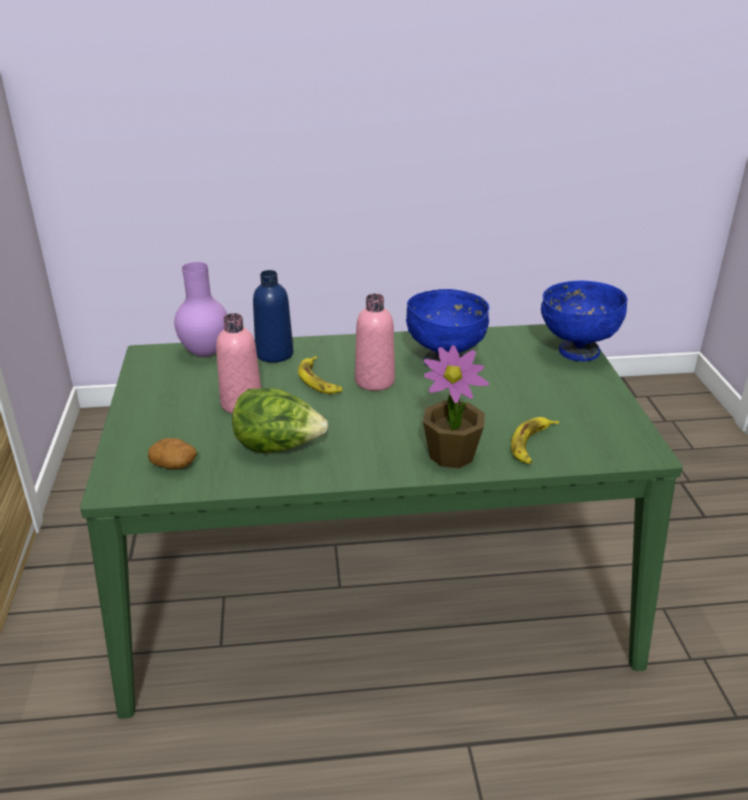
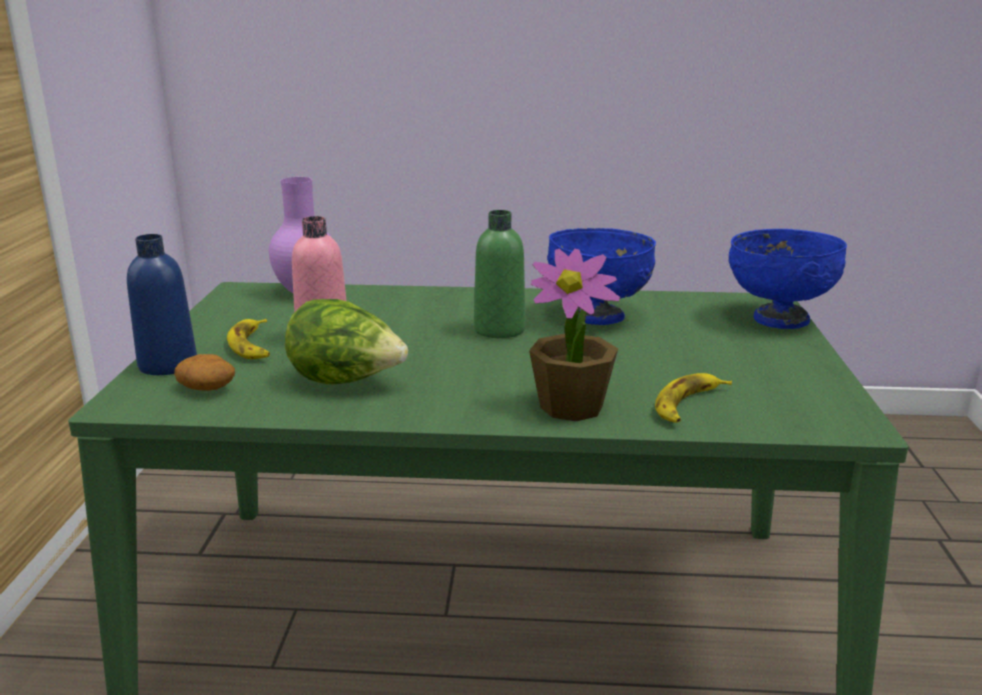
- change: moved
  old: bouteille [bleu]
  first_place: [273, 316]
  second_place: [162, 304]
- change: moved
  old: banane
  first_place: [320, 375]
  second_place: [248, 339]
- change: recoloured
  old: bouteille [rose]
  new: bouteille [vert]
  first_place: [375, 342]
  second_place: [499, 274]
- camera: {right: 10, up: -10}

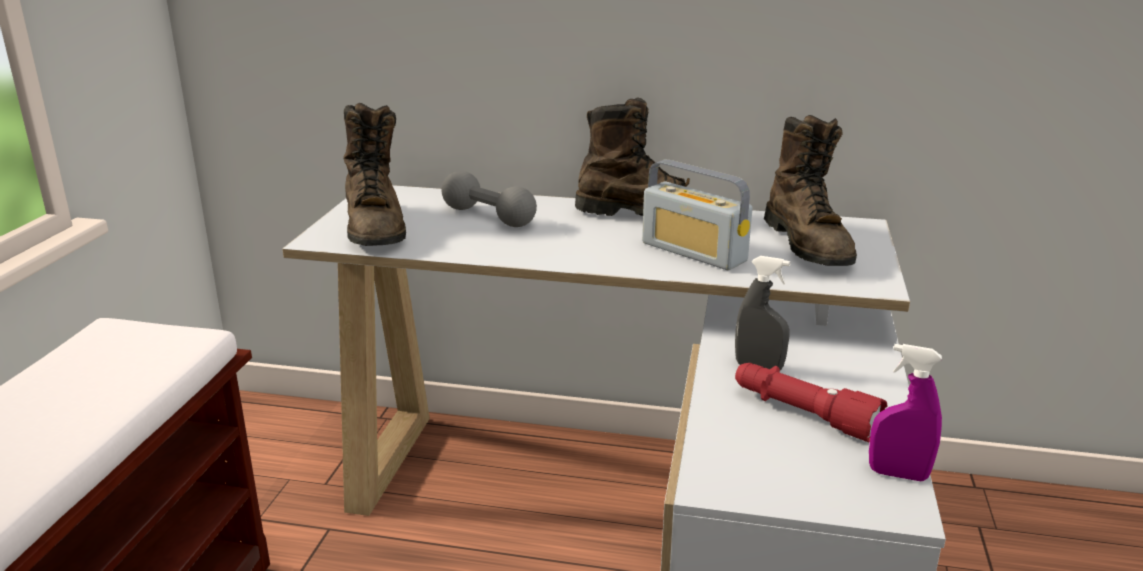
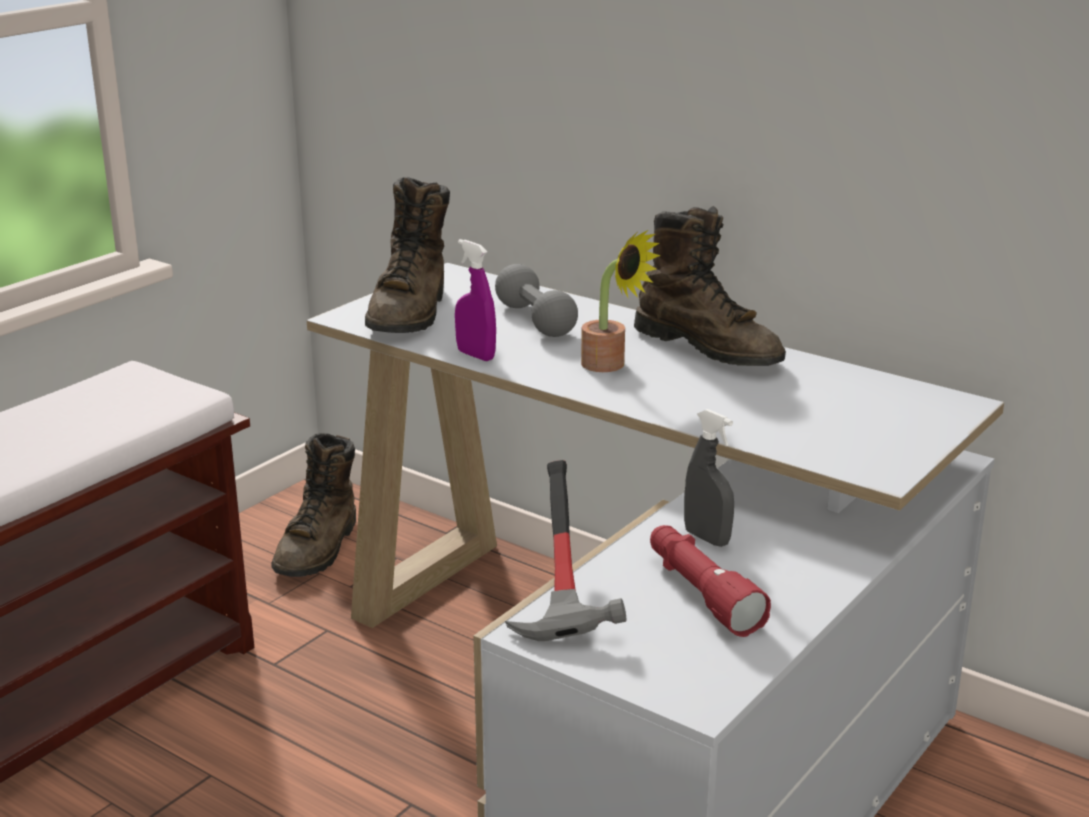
- change: removed
  old: radio
  first_place: [697, 214]
- change: moved
  old: botte [marron]
  first_place: [810, 190]
  second_place: [314, 505]
- change: moved
  old: vaporisateur [violet]
  first_place: [905, 412]
  second_place: [475, 300]
- change: added
  new: marteau
  second_place: [565, 550]
- change: added
  new: plante en pot
  second_place: [621, 301]
- camera: {right: 25, up: 0}

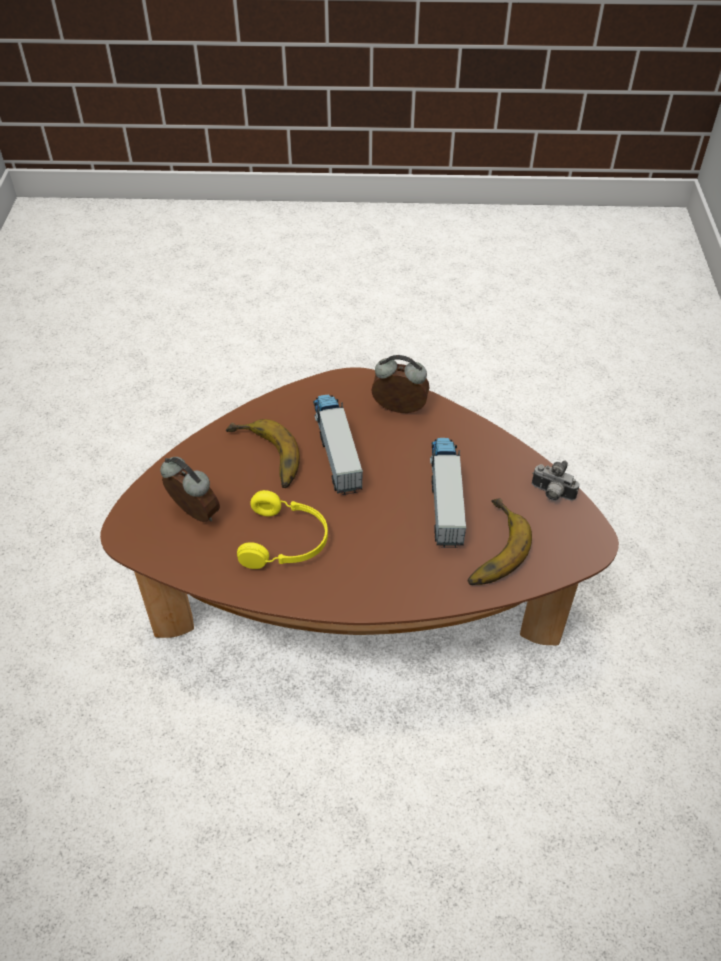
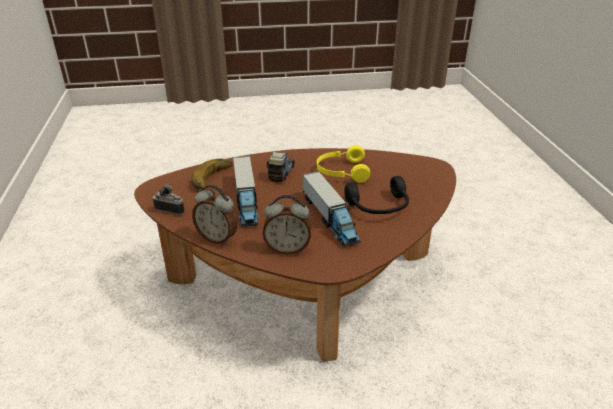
- change: moved
  old: réveil
  first_place: [190, 489]
  second_place: [215, 215]
- change: replaced
  old: banane
  new: casque audio [noir]
  first_place: [263, 453]
  second_place: [376, 195]
- change: added
  new: camion jouet
  second_place: [280, 166]
- camera: {right: 170, up: -15}

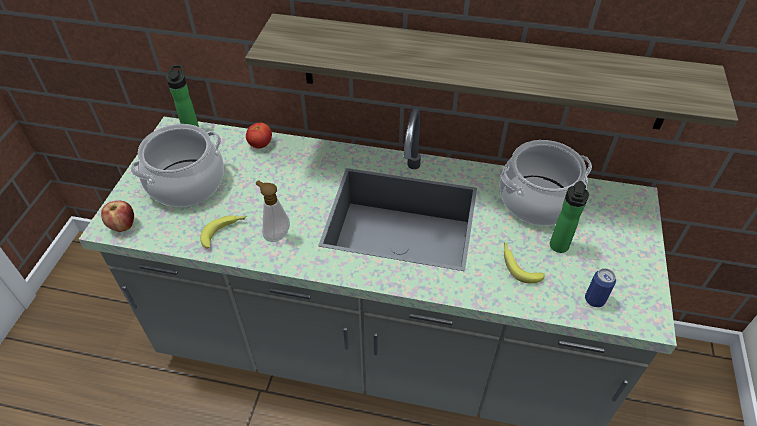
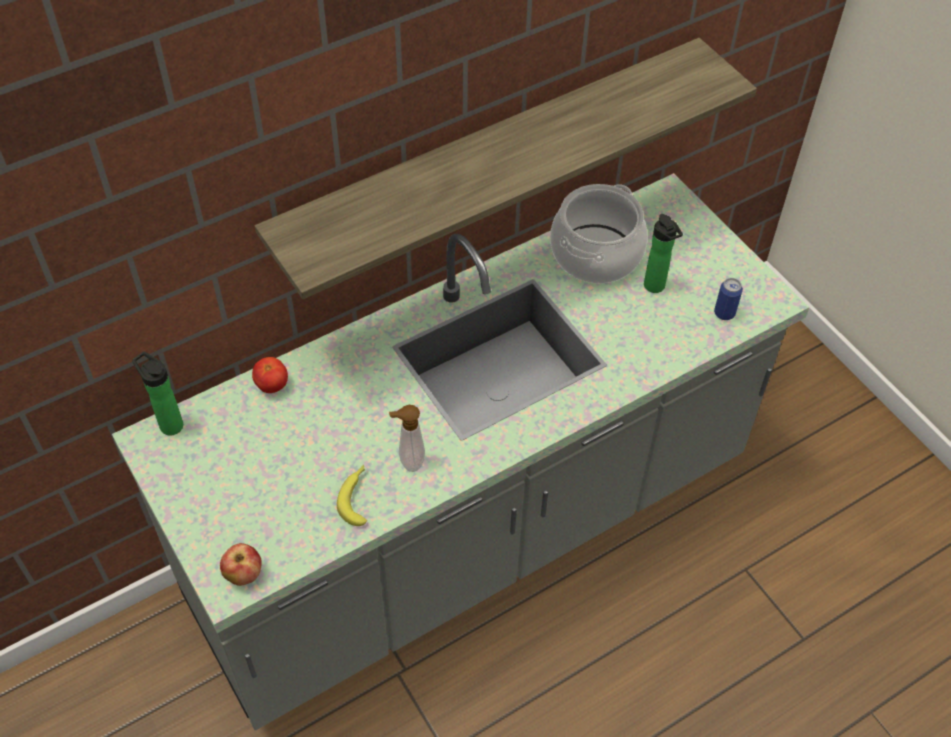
- change: removed
  old: marmite
  first_place: [177, 165]
- change: removed
  old: banane
  first_place: [524, 263]
- camera: {right: -45, up: 5}

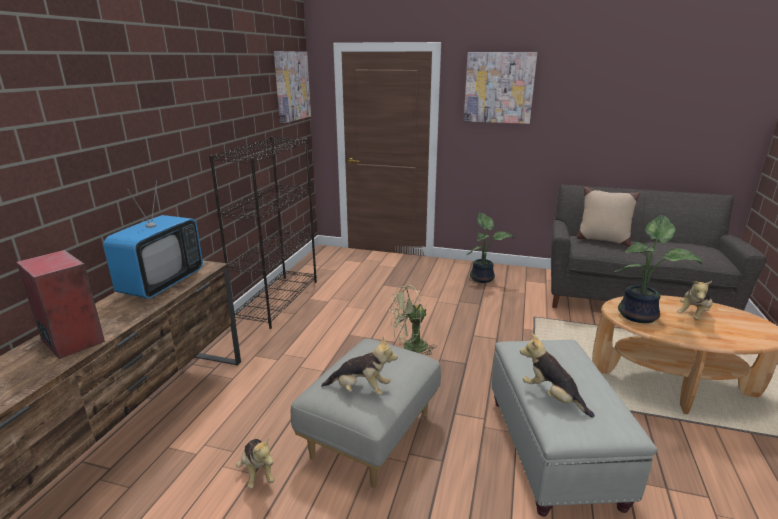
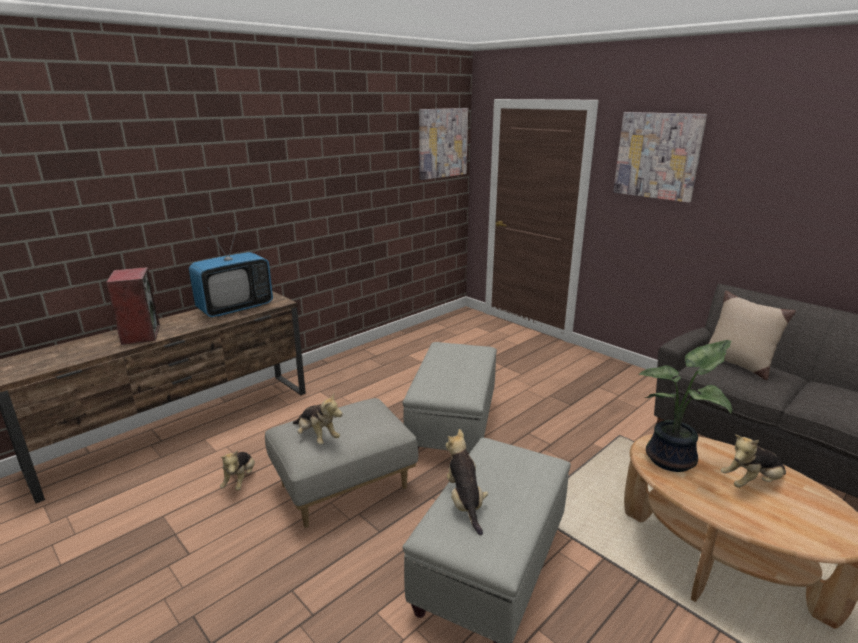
- change: removed
  old: bibliothèque [noir]
  first_place: [263, 233]
- change: replaced
  old: ventilateur [vert]
  new: pouf [gris]
  first_place: [413, 320]
  second_place: [450, 398]
- change: removed
  old: plante en pot
  first_place: [490, 248]
- camera: {right: 30, up: 0}

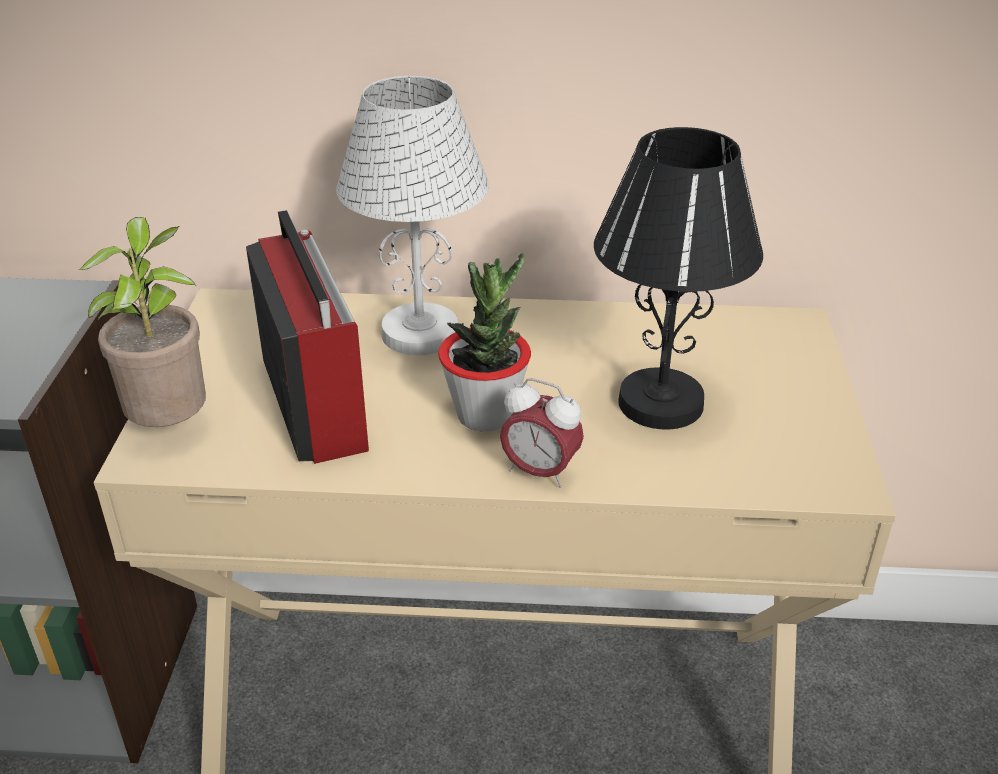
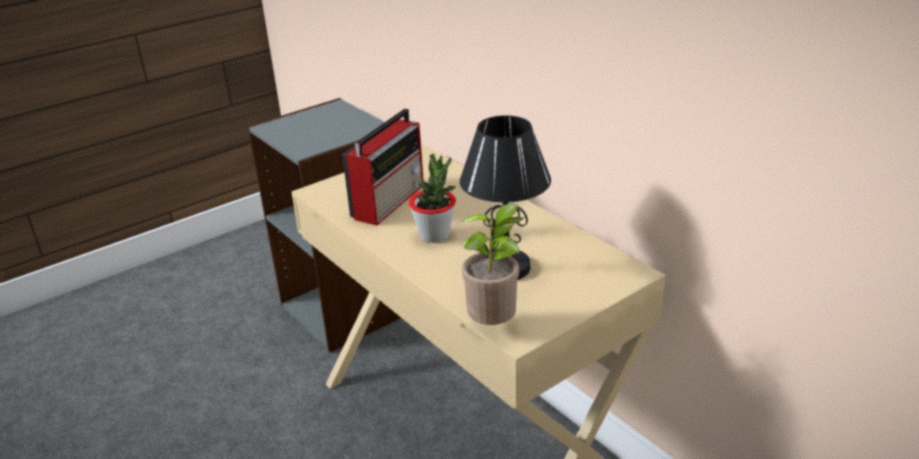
- change: moved
  old: plante en pot
  first_place: [142, 322]
  second_place: [492, 264]
- change: removed
  old: lampe de table [blanc]
  first_place: [412, 215]
- change: removed
  old: réveil
  first_place: [542, 433]
- camera: {right: 50, up: -5}

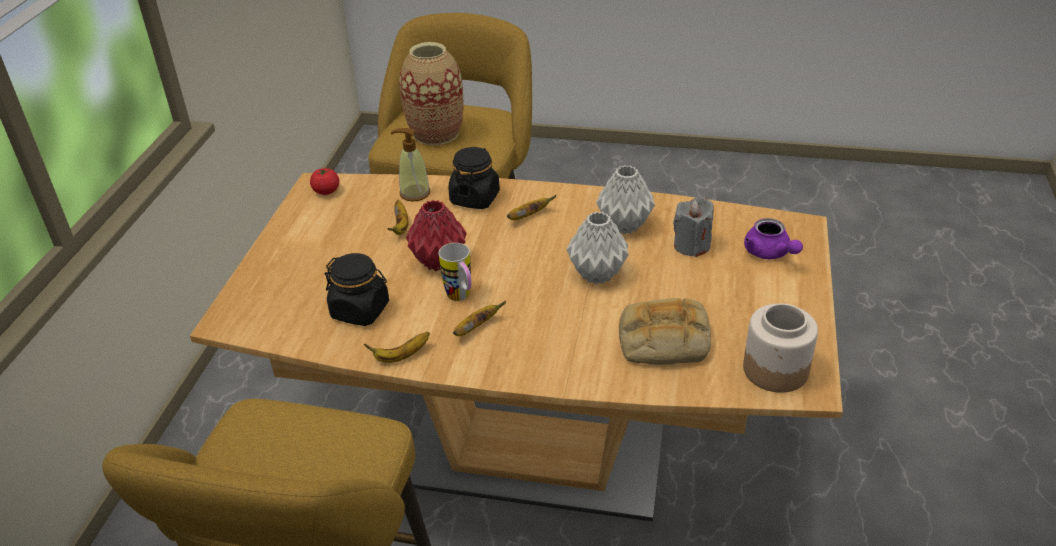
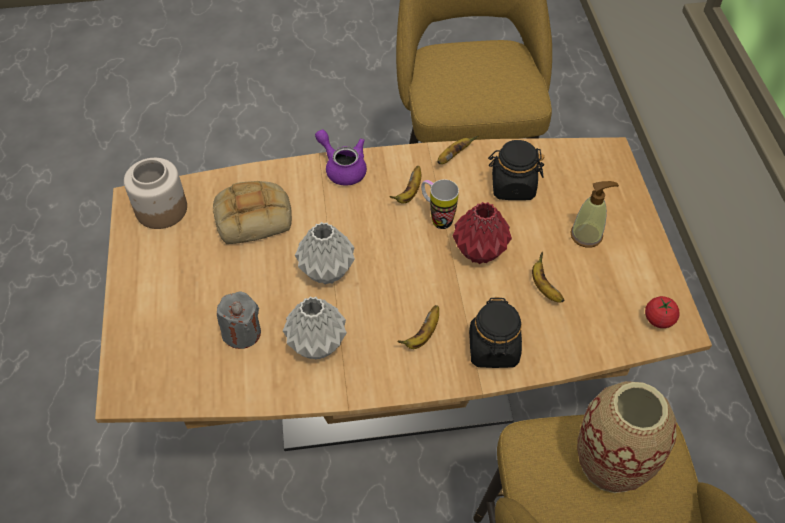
- change: moved
  old: distributeur de savon
  first_place: [410, 164]
  second_place: [594, 214]
- change: moved
  old: théière [violet]
  first_place: [773, 238]
  second_place: [341, 158]
- camera: {right: 160, up: 15}

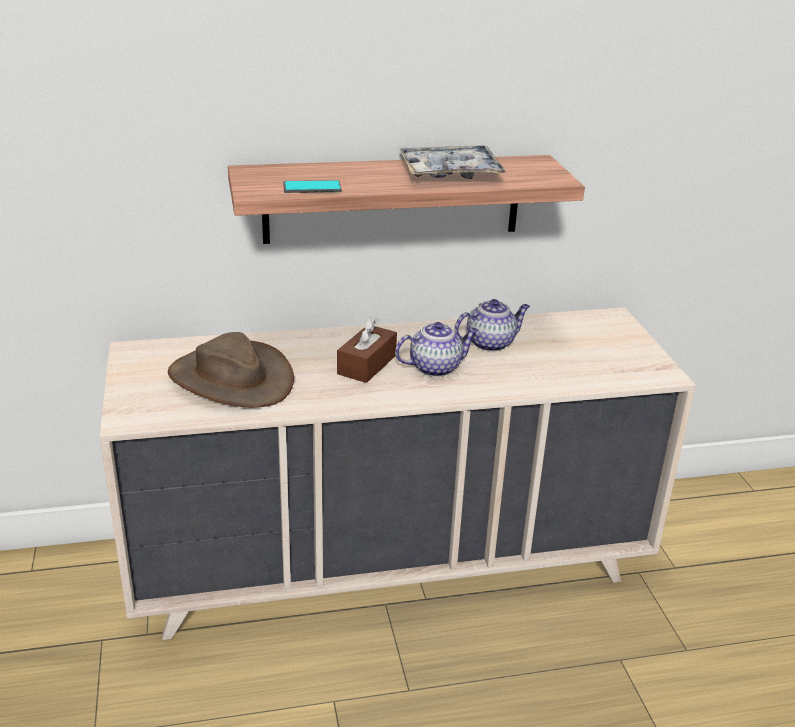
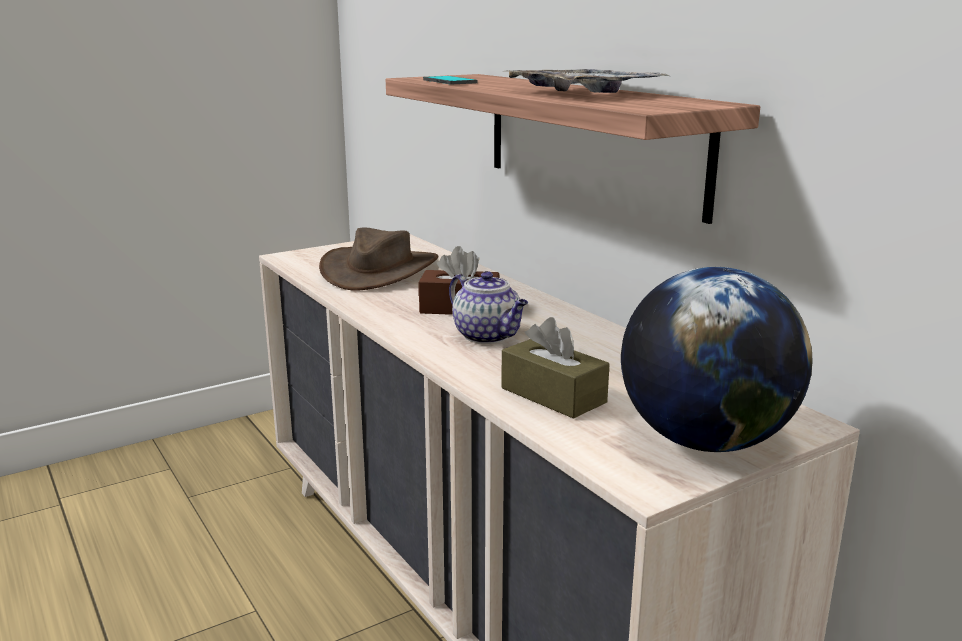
- change: removed
  old: théière
  first_place: [492, 325]
- change: added
  new: boîte à mouchoirs [marron]
  second_place: [555, 368]
- change: added
  new: globe
  second_place: [716, 359]
- camera: {right: 70, up: -10}

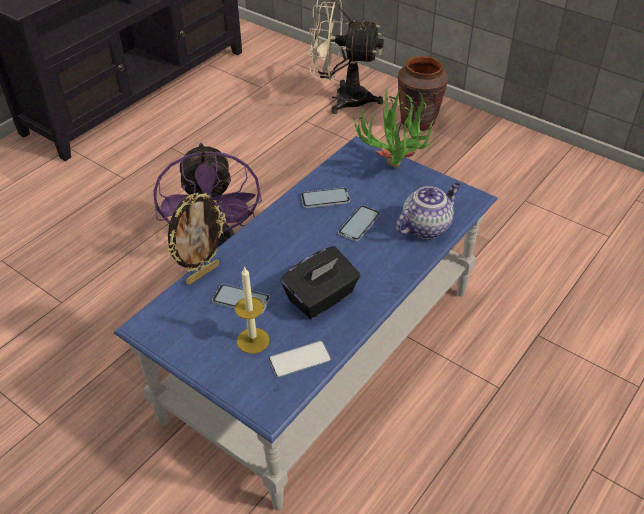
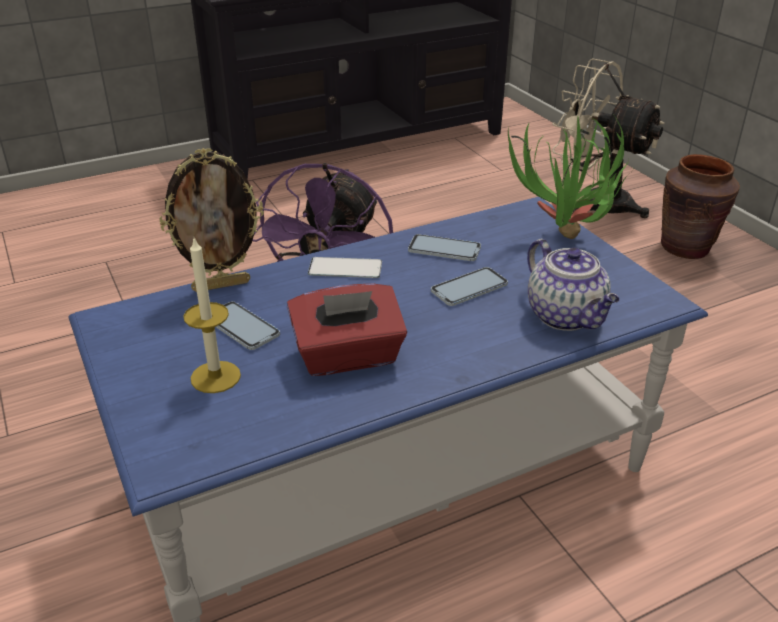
- change: moved
  old: téléphone
  first_place: [300, 359]
  second_place: [345, 267]
- change: recoloured
  old: boîte à mouchoirs [noir]
  new: boîte à mouchoirs [rouge]
  first_place: [320, 282]
  second_place: [347, 330]
- change: turned
  old: théière
  first_place: [428, 210]
  second_place: [573, 285]
  degrees: 75
- camera: {right: 25, up: -10}

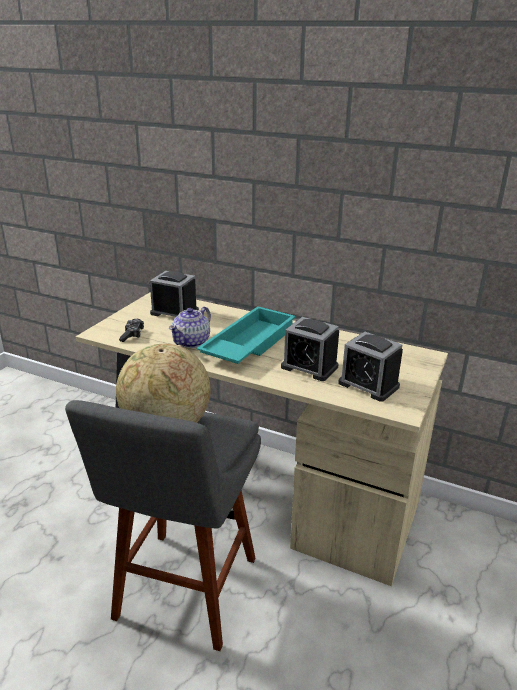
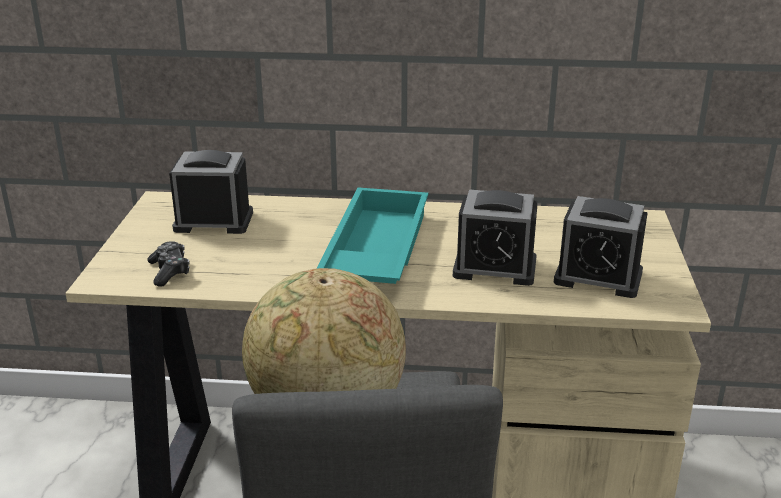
- change: removed
  old: théière
  first_place: [190, 327]
- camera: {right: -20, up: 0}

